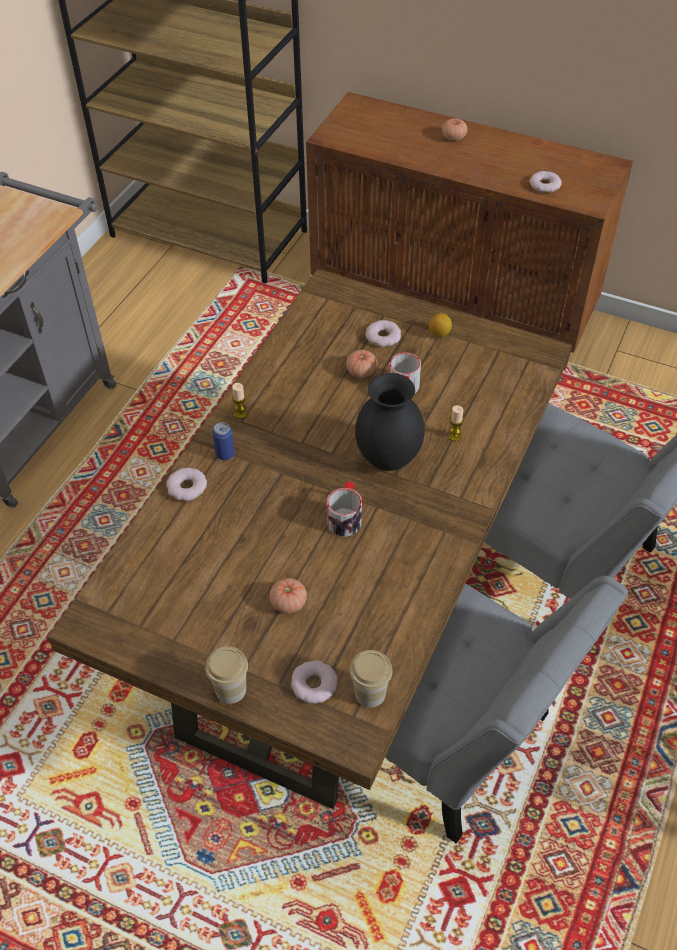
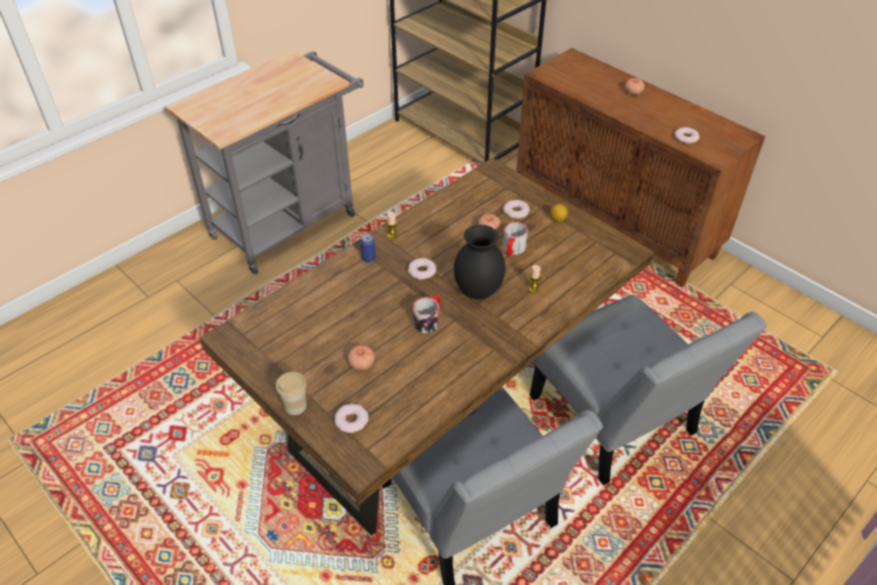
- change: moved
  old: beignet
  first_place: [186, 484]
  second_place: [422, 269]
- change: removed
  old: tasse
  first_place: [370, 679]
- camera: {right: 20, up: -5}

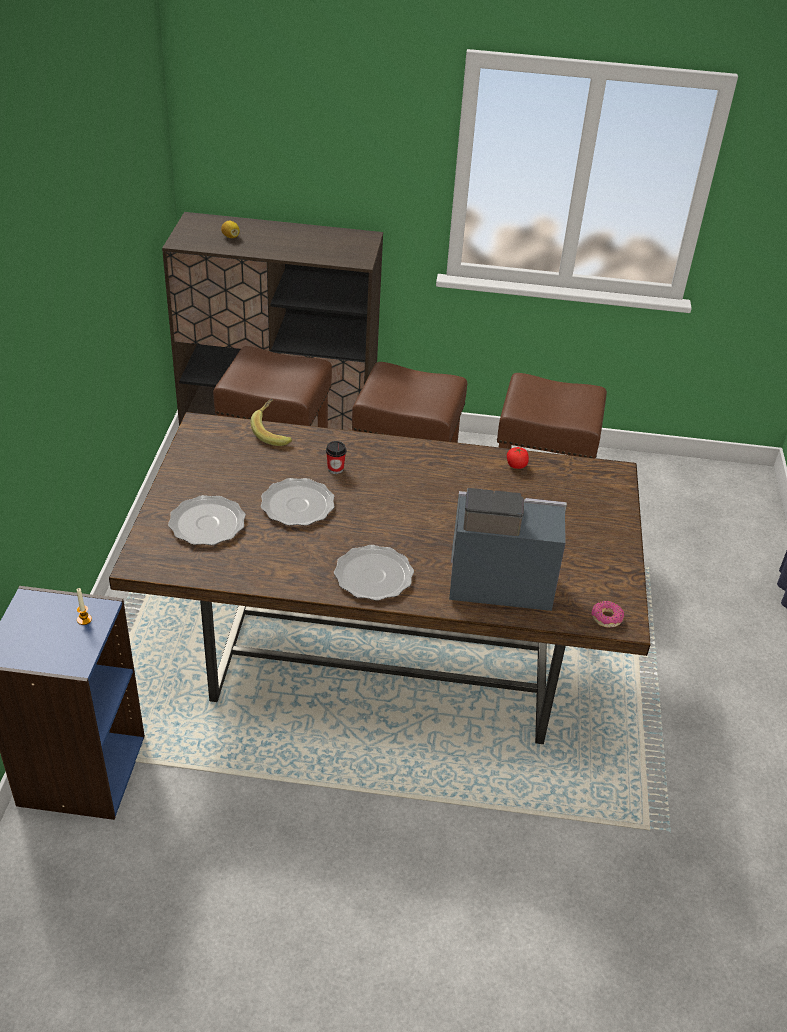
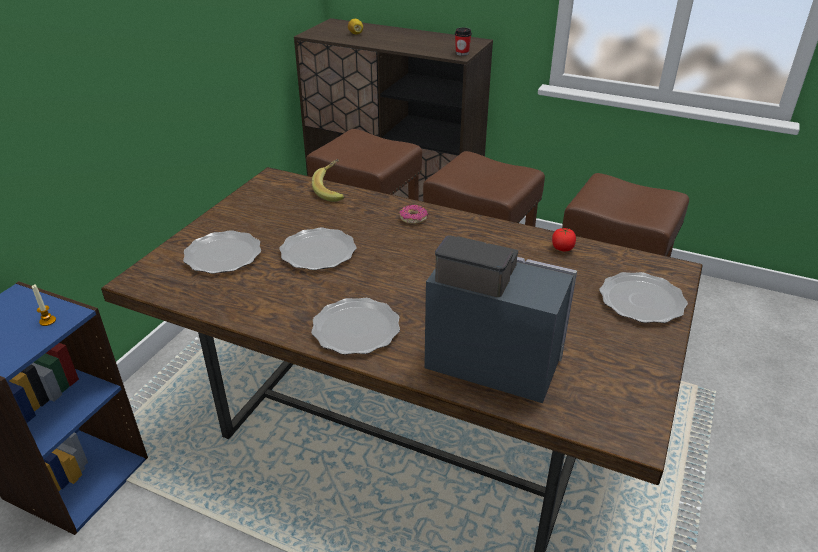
- change: moved
  old: tasse
  first_place: [336, 457]
  second_place: [463, 42]
- change: moved
  old: beignet
  first_place: [607, 614]
  second_place: [413, 214]
- change: added
  new: assiette
  second_place: [643, 297]
- camera: {right: 20, up: -5}

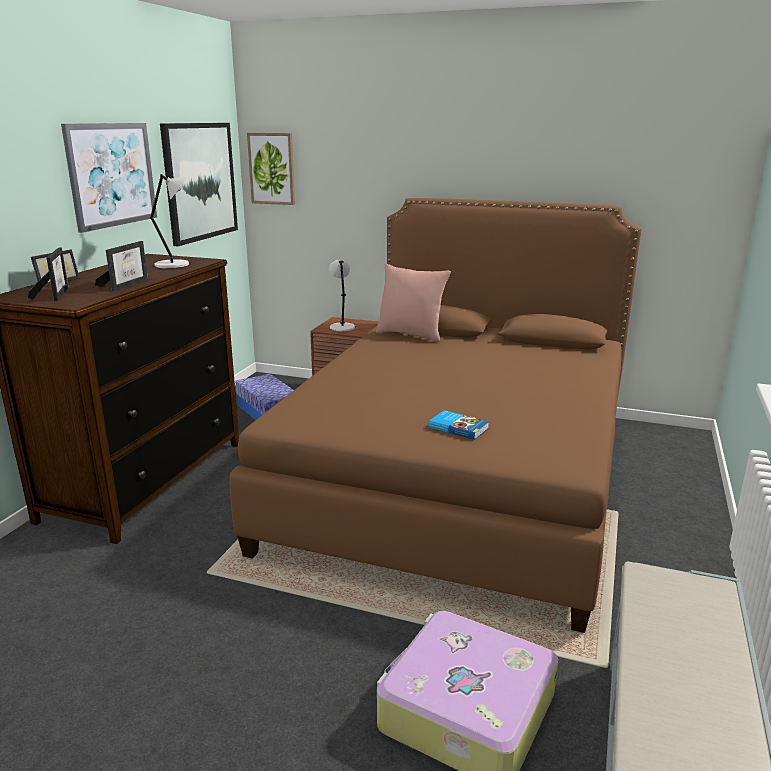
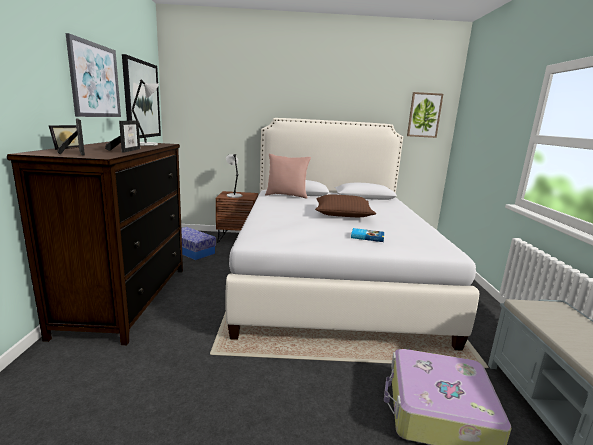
- change: recoloured
  old: lit [marron]
  new: lit [blanc]
  first_place: [435, 415]
  second_place: [352, 234]
- change: moved
  old: tableau
  first_place: [271, 169]
  second_place: [425, 115]
- change: added
  new: coussin [marron]
  second_place: [345, 205]
- camera: {right: -20, up: -5}

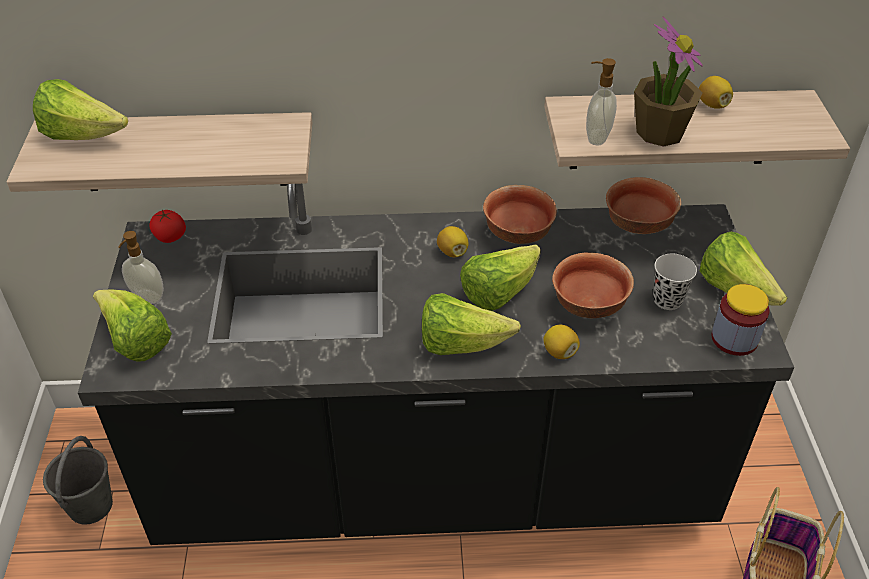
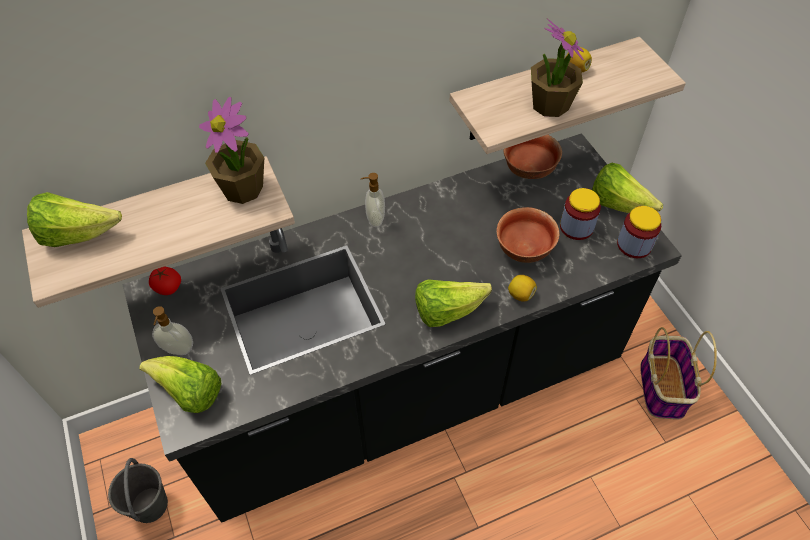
- change: removed
  old: citron
  first_place: [453, 241]
- change: removed
  old: laitue
  first_place: [500, 278]
- change: removed
  old: bol
  first_place: [520, 214]
- change: moved
  old: distributeur de savon
  first_place: [601, 102]
  second_place: [373, 200]
- change: replaced
  old: tasse [noir]
  new: bocal
  first_place: [675, 282]
  second_place: [580, 214]
- change: added
  new: plante en pot
  second_place: [231, 150]
- camera: {right: -20, up: 10}

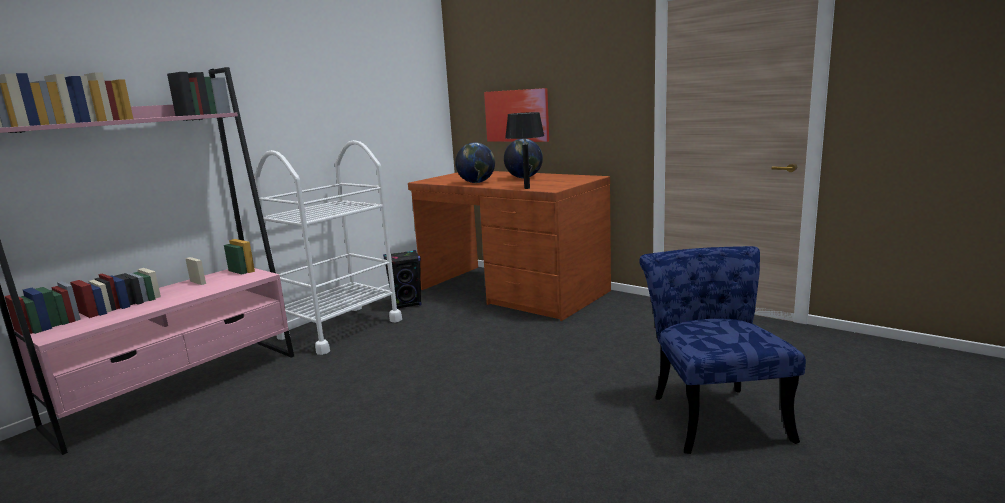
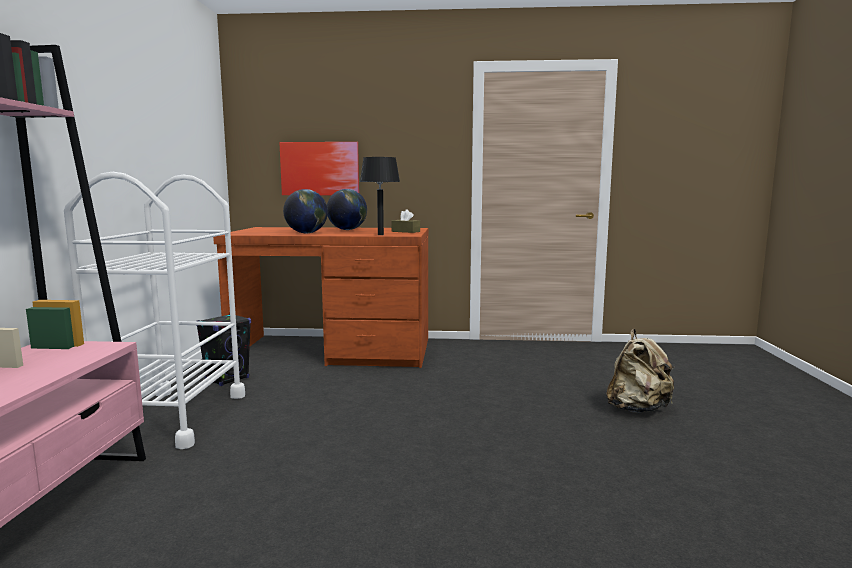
- change: replaced
  old: chaise [bleu]
  new: sac à dos [beige]
  first_place: [722, 350]
  second_place: [640, 371]
- change: added
  new: boîte à mouchoirs [marron]
  second_place: [405, 221]
- camera: {right: -35, up: -5}

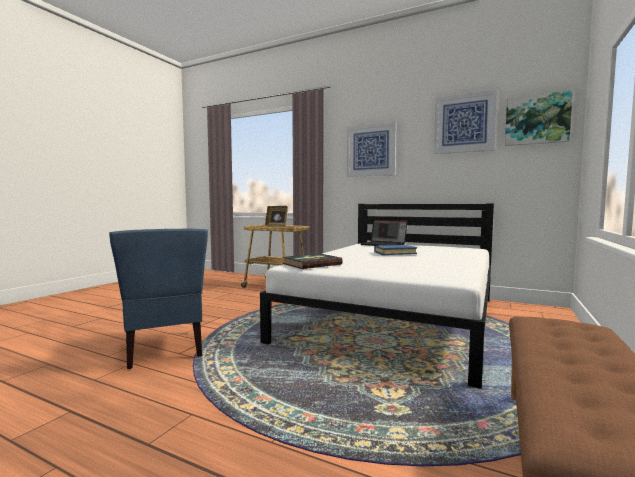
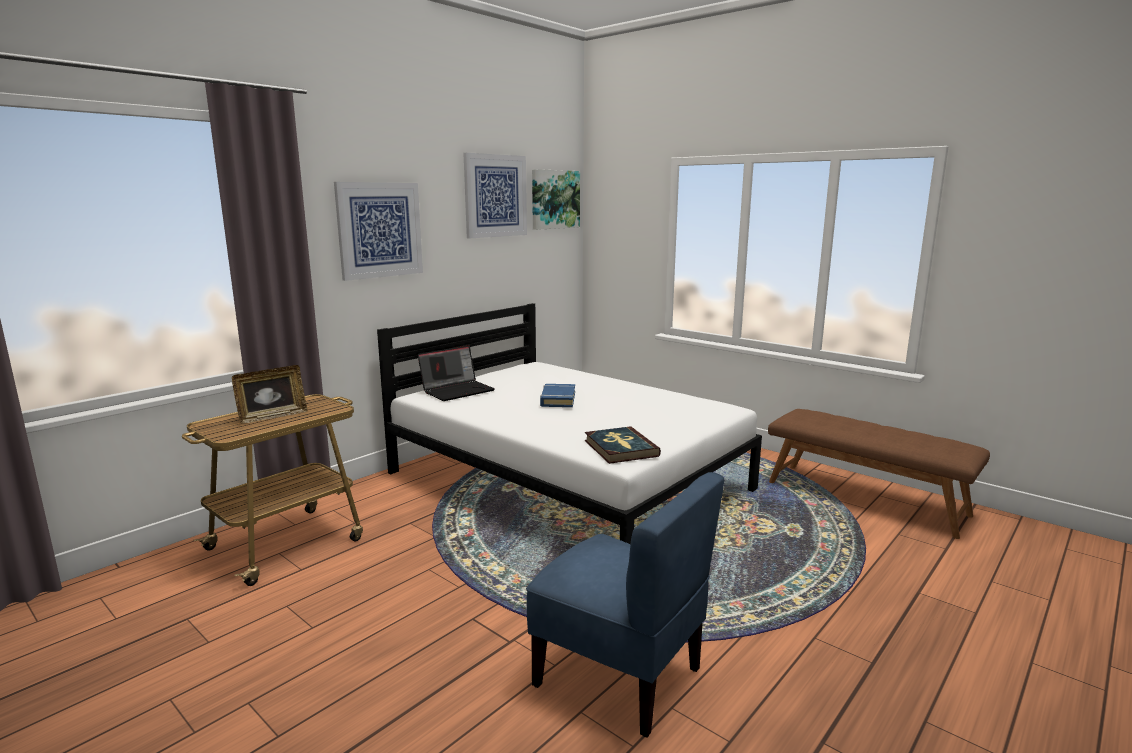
- change: turned
  old: chaise [bleu]
  first_place: [158, 299]
  second_place: [625, 605]
  degrees: 45
- camera: {right: -75, up: 10}

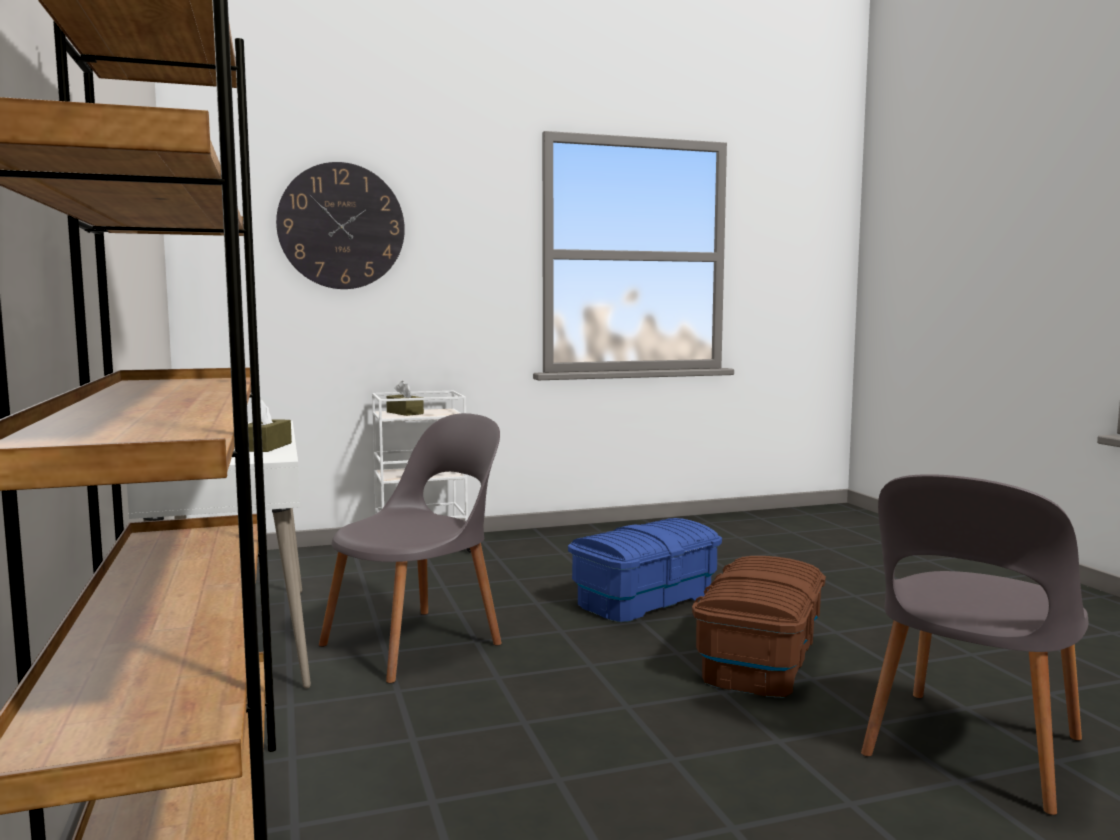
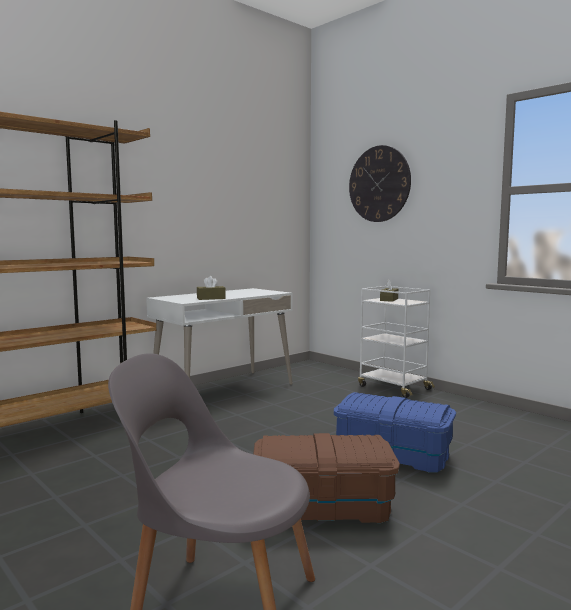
- change: removed
  old: chaise [gris]
  first_place: [410, 548]
- camera: {right: 65, up: 0}

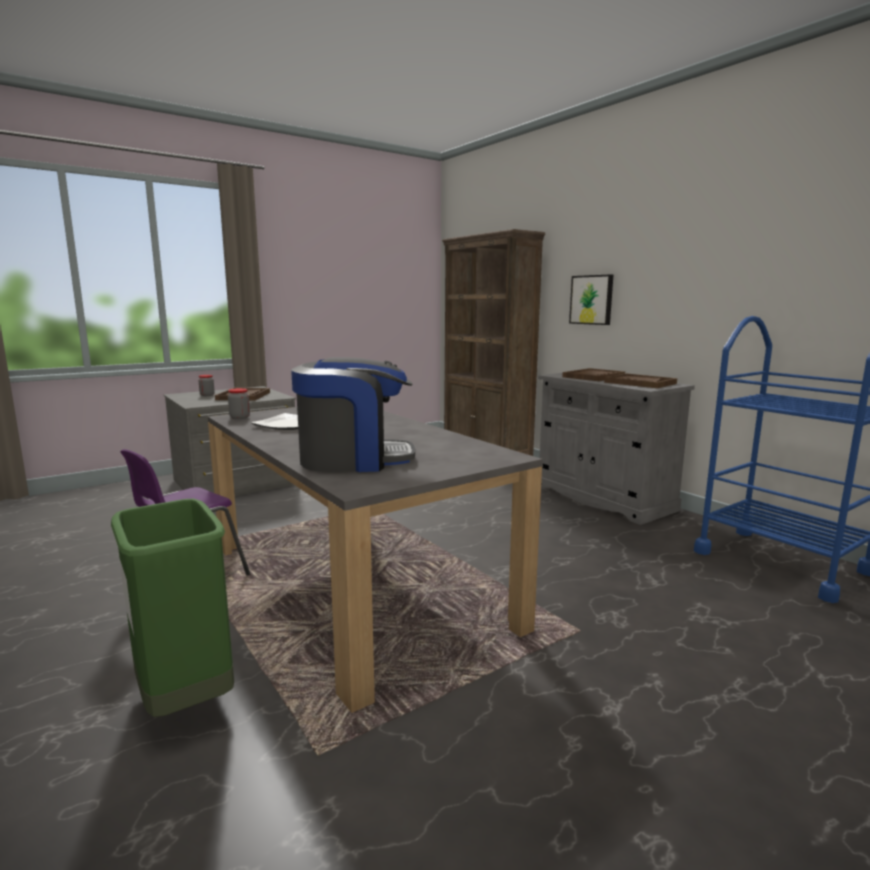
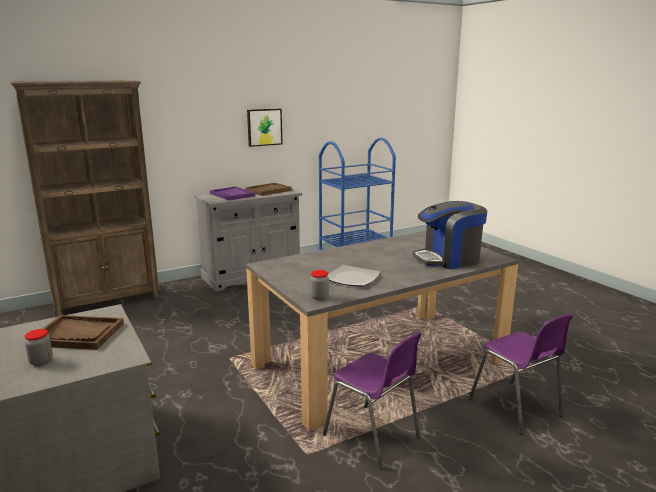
- change: replaced
  old: poubelle [vert]
  new: chaise [violet]
  first_place: [172, 607]
  second_place: [521, 374]
- change: turned
  old: machine à café
  first_place: [353, 414]
  second_place: [449, 235]
  degrees: -105
- change: recoloured
  old: plateau [marron]
  new: plateau [violet]
  first_place: [593, 374]
  second_place: [232, 193]
- change: moved
  old: tableau
  first_place: [591, 299]
  second_place: [265, 128]
- camera: {right: -85, up: 5}

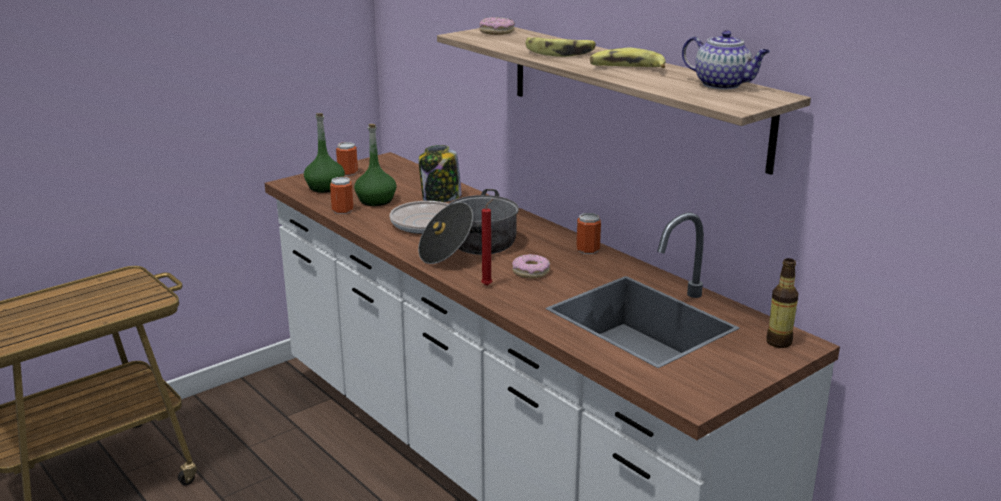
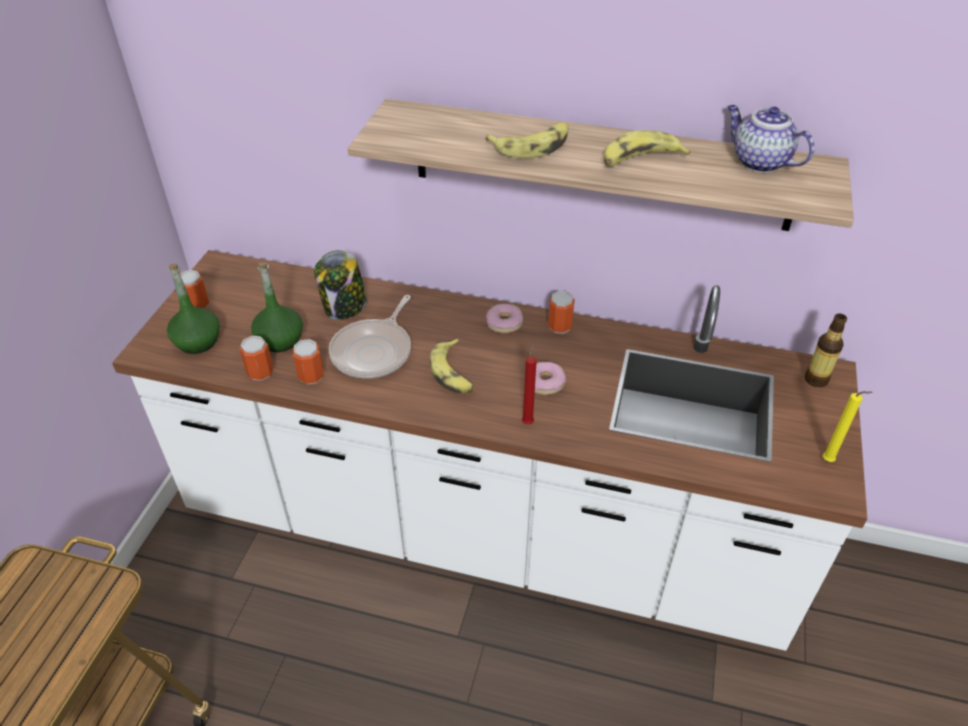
- change: replaced
  old: marmite
  new: banane
  first_place: [468, 226]
  second_place: [452, 366]
- change: moved
  old: beignet
  first_place: [497, 26]
  second_place: [504, 318]
- change: turned
  old: théière
  first_place: [726, 60]
  second_place: [771, 139]
  degrees: -135
- change: added
  new: boîte métallique
  second_place: [308, 362]
- change: added
  new: bougie [jaune]
  second_place: [848, 426]
- camera: {right: -35, up: 20}

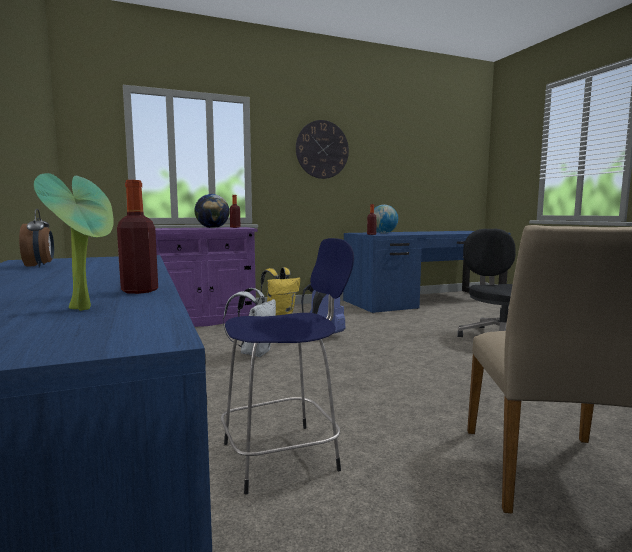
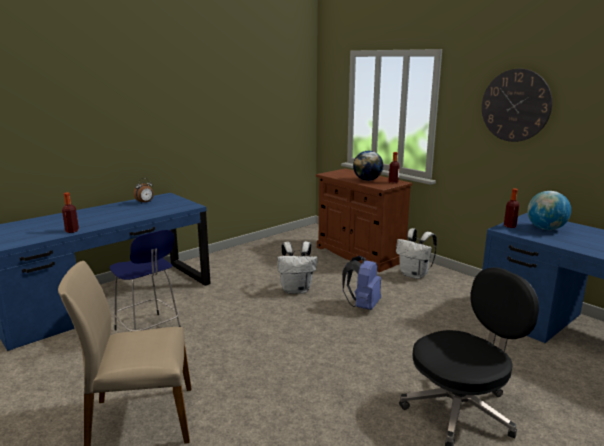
- change: removed
  old: plante en pot
  first_place: [74, 242]
- change: recoloured
  old: meuble de rangement [violet]
  new: meuble de rangement [marron]
  first_place: [206, 277]
  second_place: [364, 220]
- change: recoloured
  old: sac à dos [jaune]
  new: sac à dos [blanc]
  first_place: [280, 291]
  second_place: [416, 253]
- camera: {right: 70, up: 10}

